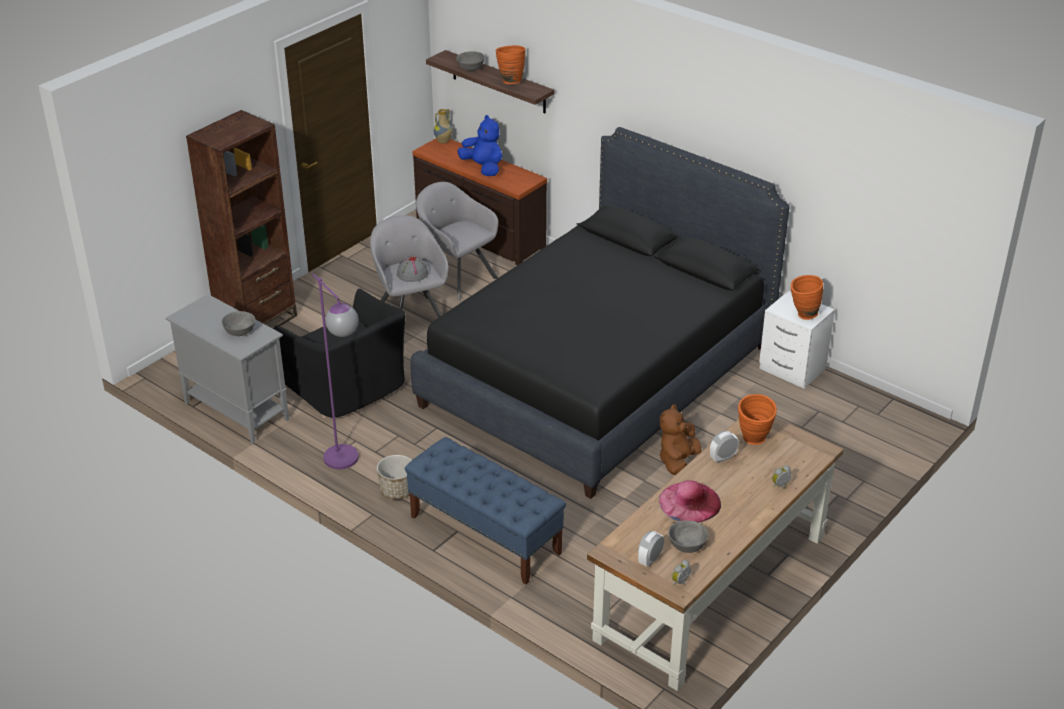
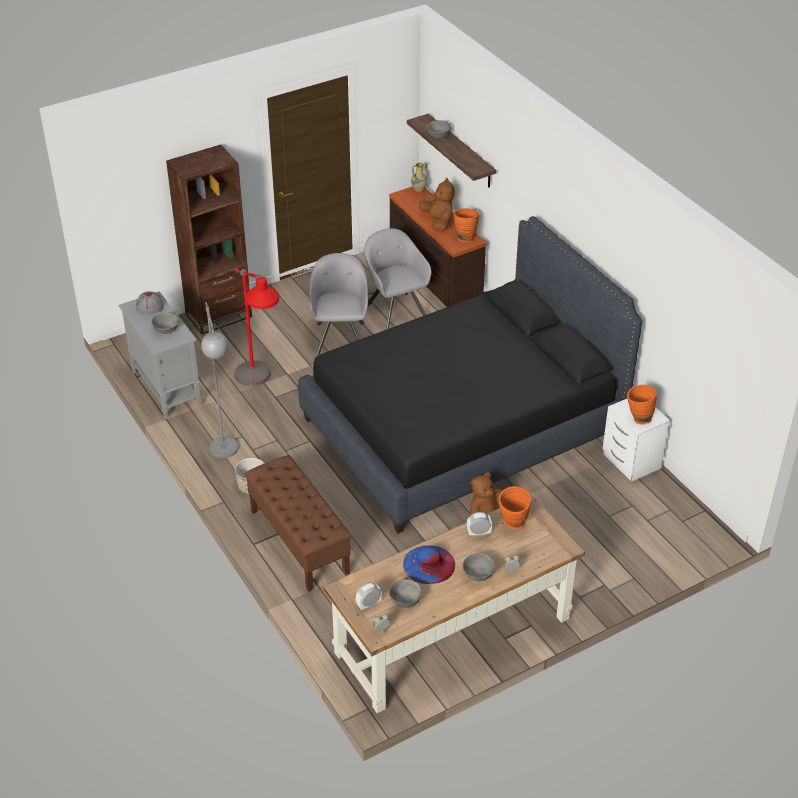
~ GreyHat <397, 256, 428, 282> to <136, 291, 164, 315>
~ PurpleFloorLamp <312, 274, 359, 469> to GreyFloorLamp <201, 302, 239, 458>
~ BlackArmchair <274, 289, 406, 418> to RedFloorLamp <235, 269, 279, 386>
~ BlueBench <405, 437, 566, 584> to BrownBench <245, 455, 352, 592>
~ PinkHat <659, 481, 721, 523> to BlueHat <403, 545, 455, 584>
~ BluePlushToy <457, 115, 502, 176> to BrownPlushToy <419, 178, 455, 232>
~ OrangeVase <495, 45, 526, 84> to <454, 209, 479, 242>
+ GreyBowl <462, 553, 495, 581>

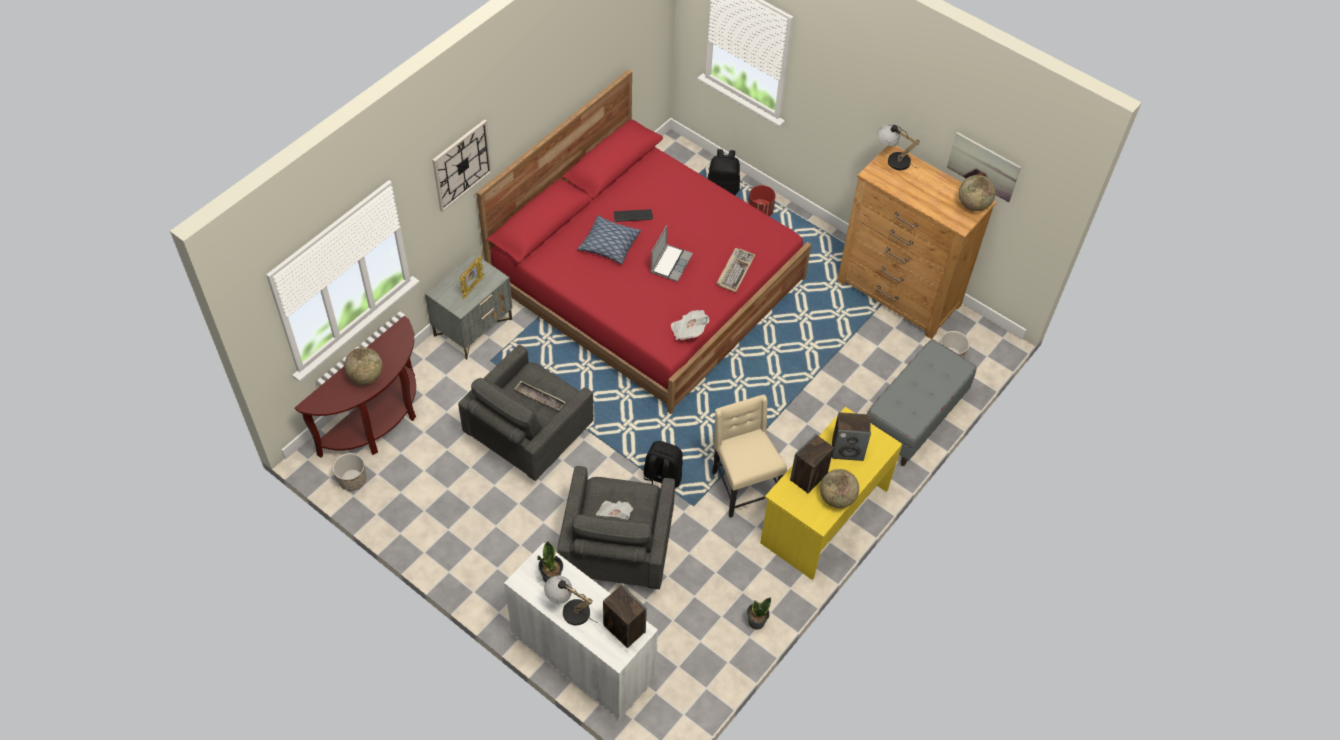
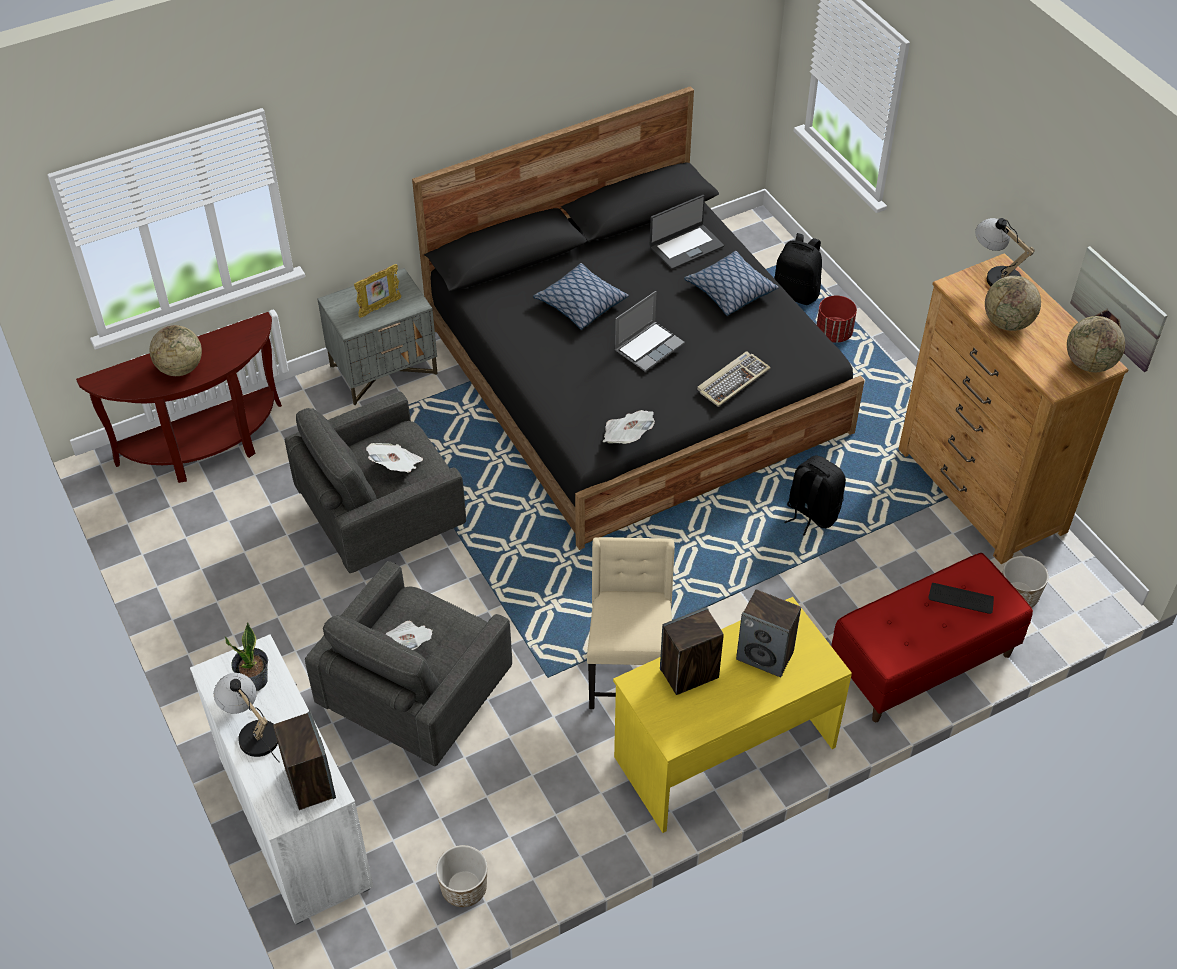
~ Tray <514, 381, 565, 410> to Newspaper <366, 443, 423, 472>
~ RedBed <476, 69, 811, 414> to BlackBed <412, 86, 865, 550>
~ Planter <333, 453, 366, 491> to <436, 845, 487, 907>
+ Laptop <650, 195, 724, 269>
+ Pillow <684, 251, 779, 316>
~ BlackBackpack <643, 441, 683, 489> to <784, 455, 846, 536>
~ GreyBench <867, 339, 977, 466> to RedBench <831, 553, 1033, 722>
~ Keyboard <614, 209, 653, 222> to <928, 583, 994, 614>
~ Globe <820, 469, 859, 508> to <985, 276, 1041, 331>
- WallClock <432, 119, 492, 212>
- PottedPlant <747, 597, 771, 630>

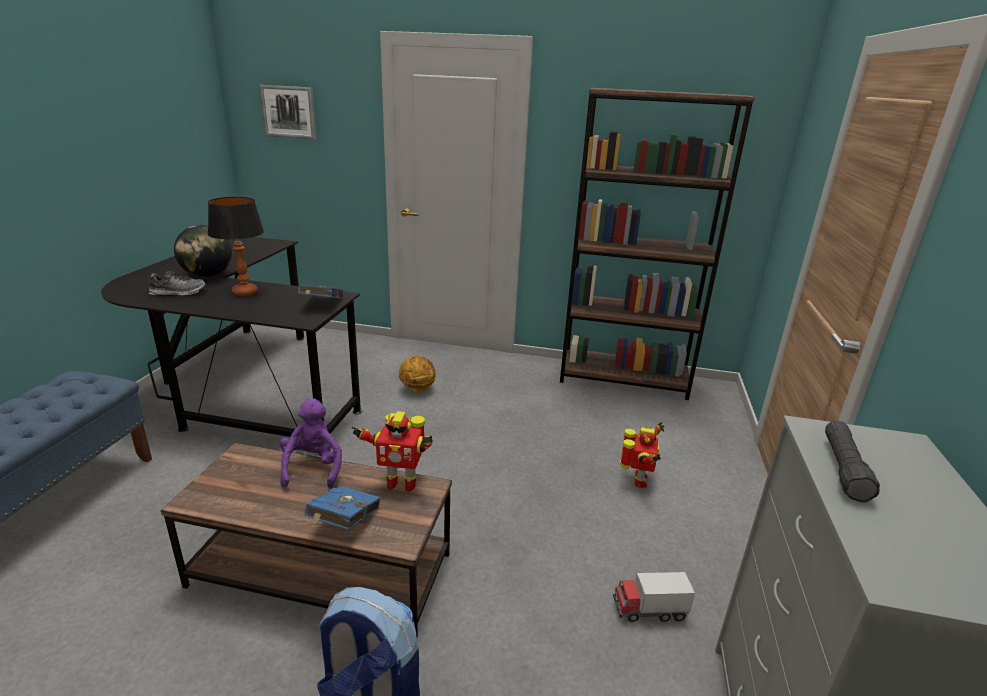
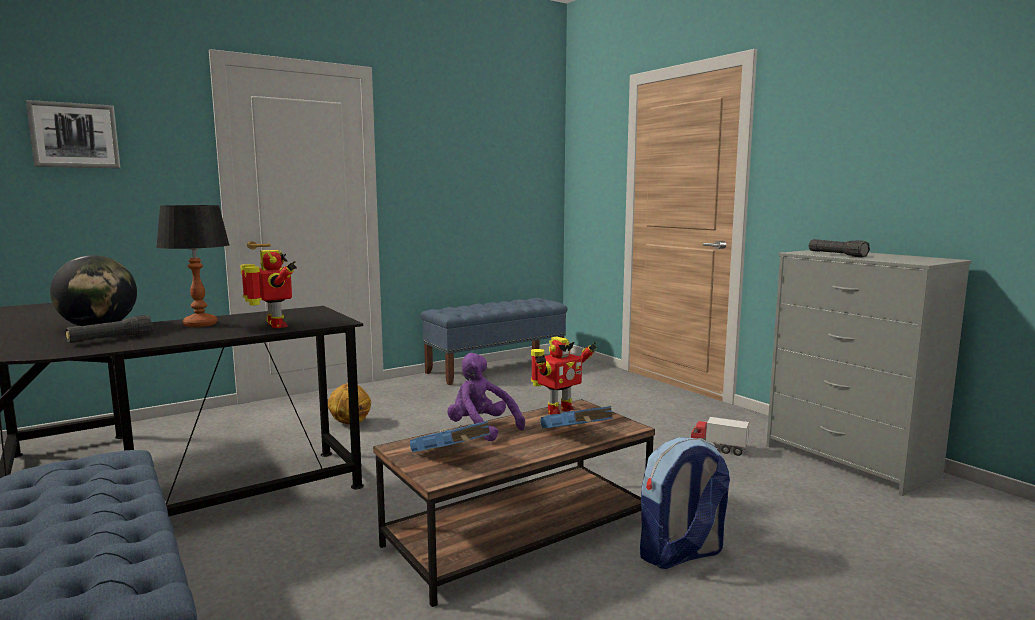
~ Shoe <149, 271, 205, 295> to BlackFlashlight <65, 315, 153, 343>
~ ToyRobot <620, 422, 664, 488> to <240, 250, 297, 328>
~ BlueBook <298, 284, 344, 298> to <410, 421, 490, 452>
~ BrownBookcase <560, 88, 755, 400> to BlueBench <421, 298, 568, 385>
~ ToyTruck <613, 572, 695, 622> = <691, 417, 749, 456> 75 degrees clockwise

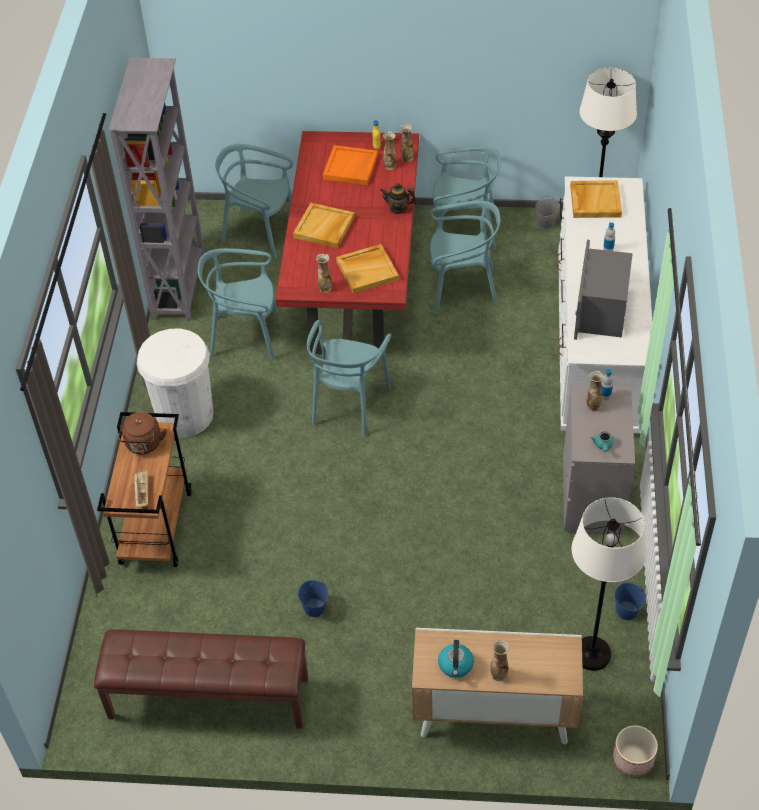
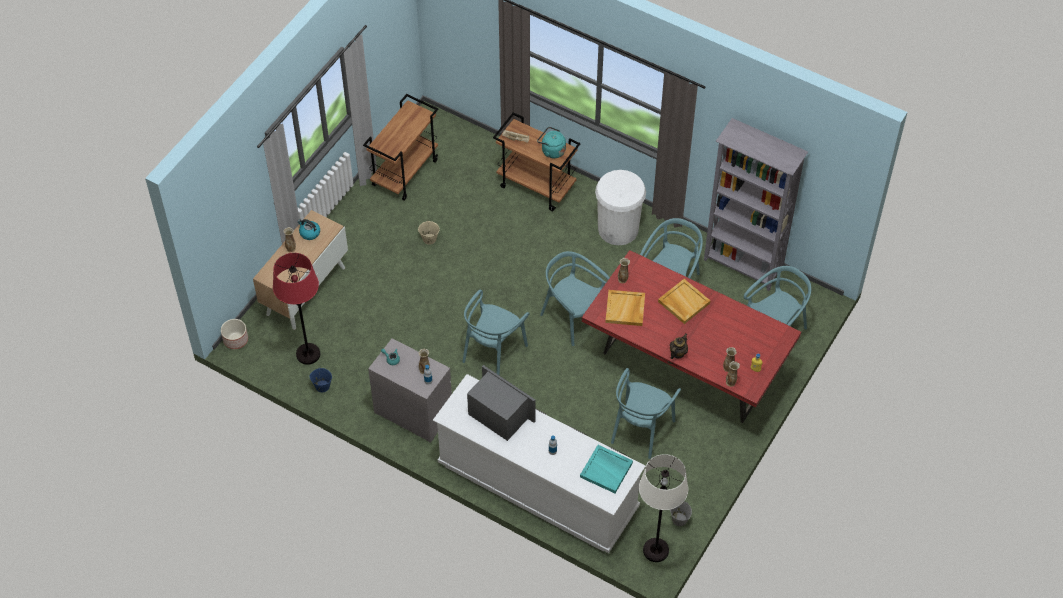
~ WhiteFloorLamp <571, 497, 647, 671> to RedFloorLamp <273, 253, 320, 365>
~ BrownBench <94, 629, 308, 729> to BrownCart <363, 94, 438, 201>
~ BlueBucket <298, 580, 328, 617> to BeigeBucket <418, 220, 440, 245>
~ TurquoiseChair <433, 146, 501, 250> to <462, 290, 530, 375>
~ BrownKettle <118, 412, 167, 454> to TurquoiseKettle <537, 127, 566, 158>
~ BeigeTray <570, 180, 622, 218> to TurquoiseTray <580, 445, 633, 493>
- OrangeTray <323, 145, 378, 185>

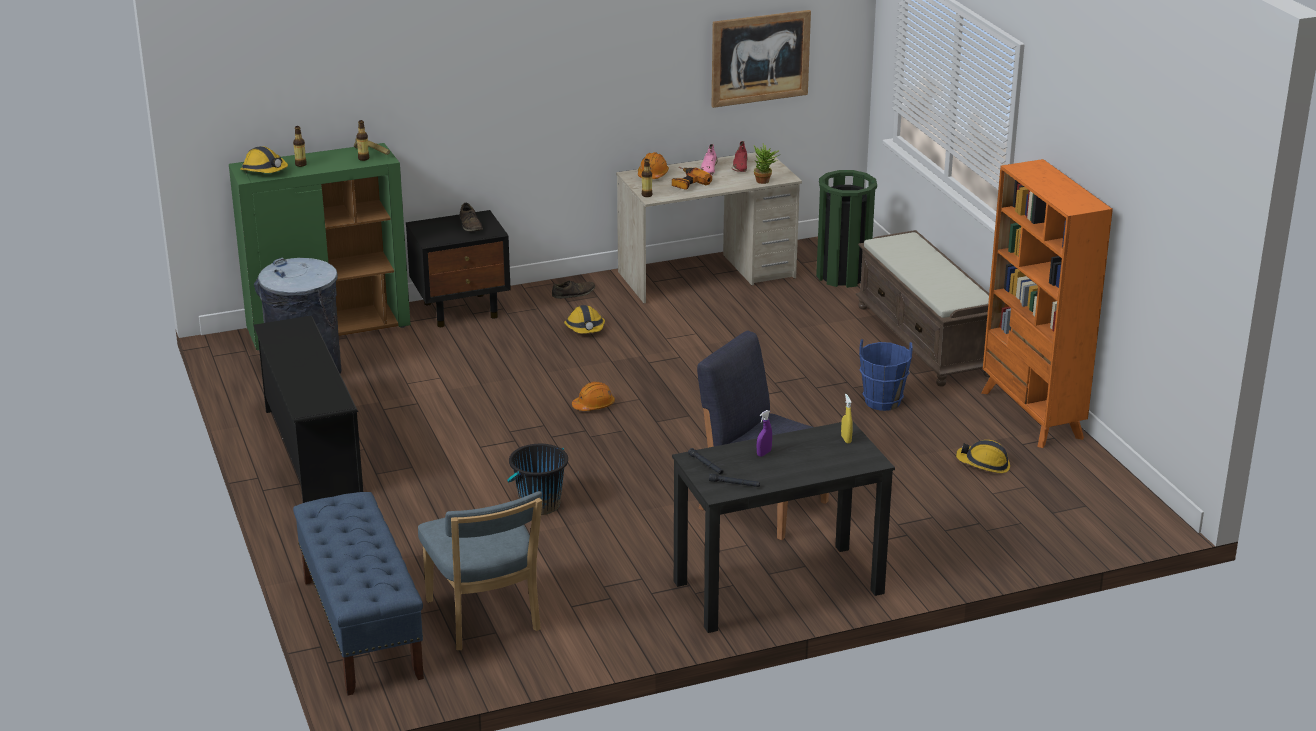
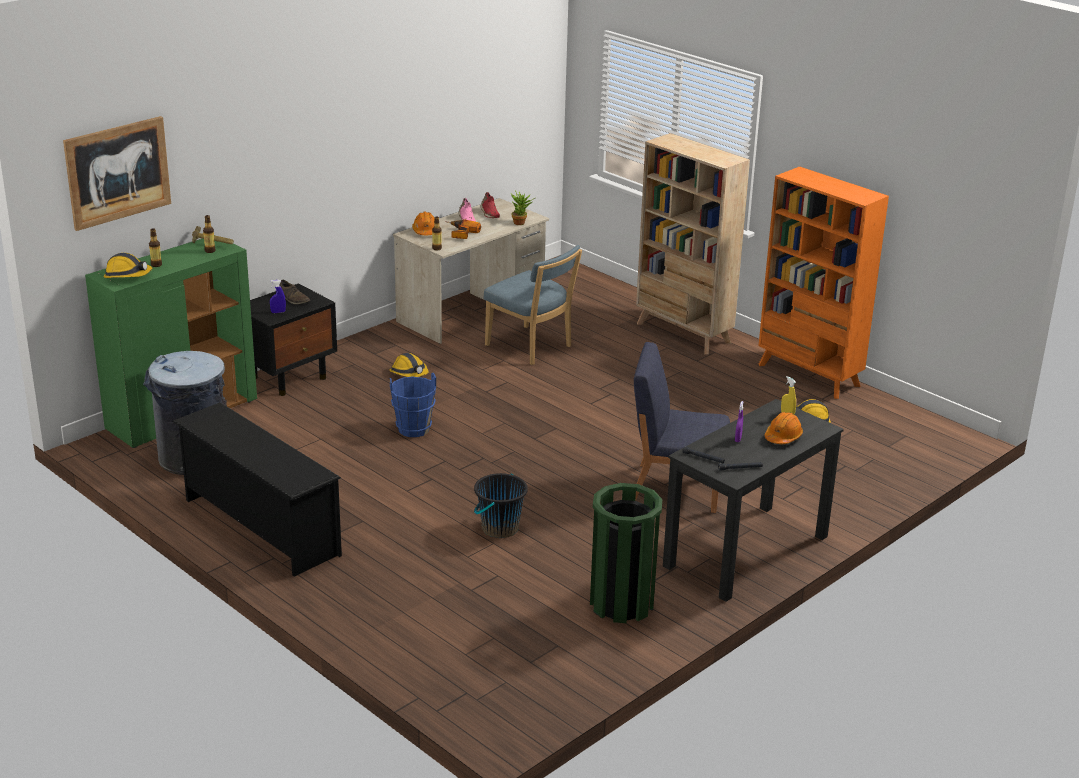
~ Picture <712, 10, 811, 108> to <63, 116, 171, 231>
+ BlueSprayBottle <270, 280, 286, 313>
~ BlueBucket <859, 339, 913, 411> to <390, 373, 436, 437>
~ BlueChair <418, 491, 542, 650> to <483, 245, 582, 365>
~ GreenTrashCan <816, 170, 877, 288> to <590, 483, 662, 623>
~ BrownBench <856, 230, 990, 387> to BeigeBookcase <636, 133, 750, 355>
~ OrangeHardHat <572, 382, 615, 411> to <764, 412, 803, 444>
- BlueBench <293, 492, 424, 696>
- BrownShoe <552, 281, 595, 299>

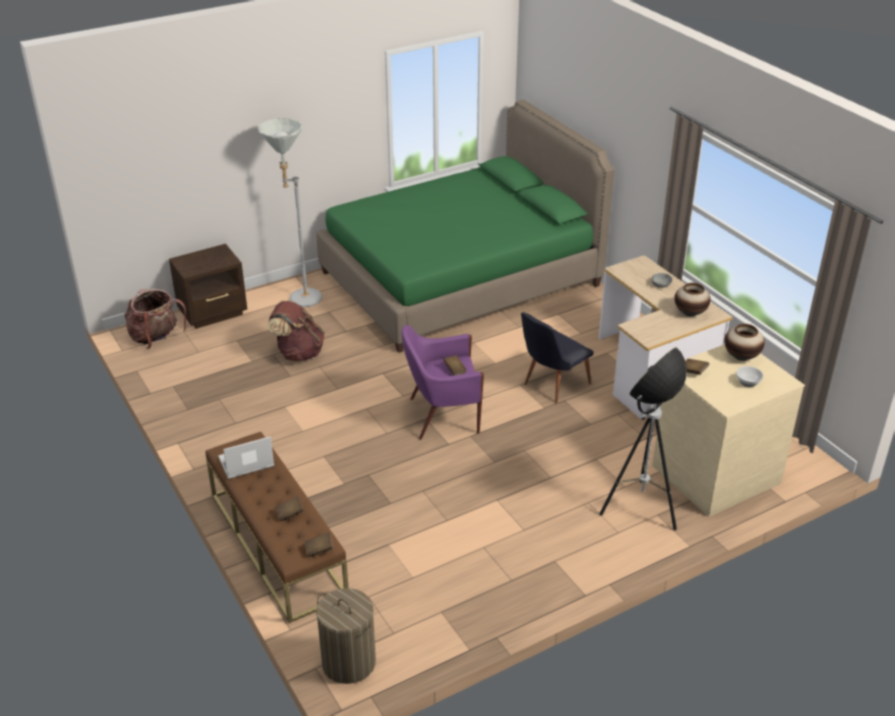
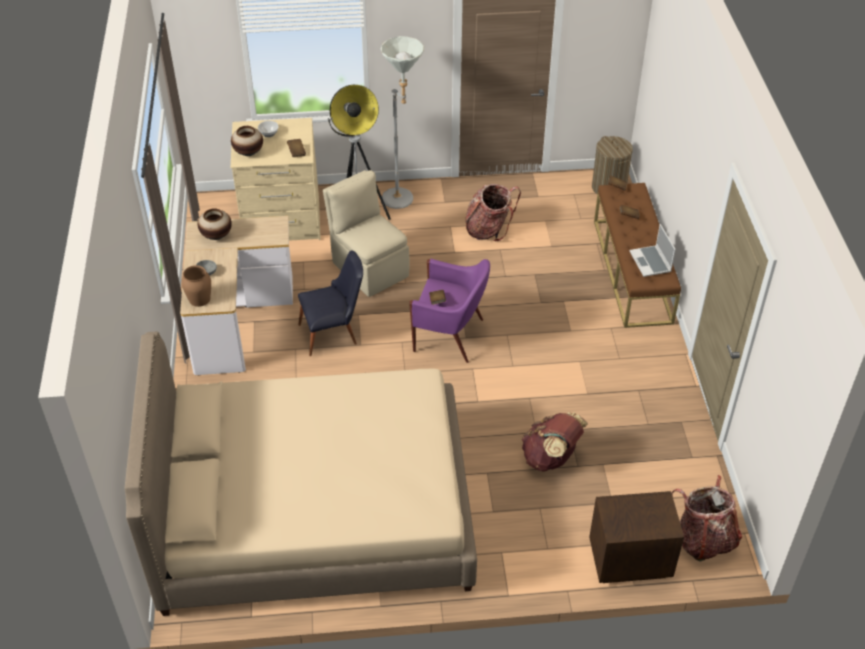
~ GreenBed <316, 100, 614, 353> to BeigeBed <125, 332, 477, 616>
+ BrownVase <181, 265, 211, 307>
+ BeigeChair <323, 170, 410, 297>
~ GreyFloorLamp <258, 118, 322, 307> to <381, 36, 424, 209>
+ Backpack <465, 184, 521, 242>
~ Laptop <218, 436, 274, 479> = <629, 224, 676, 277> 75 degrees clockwise

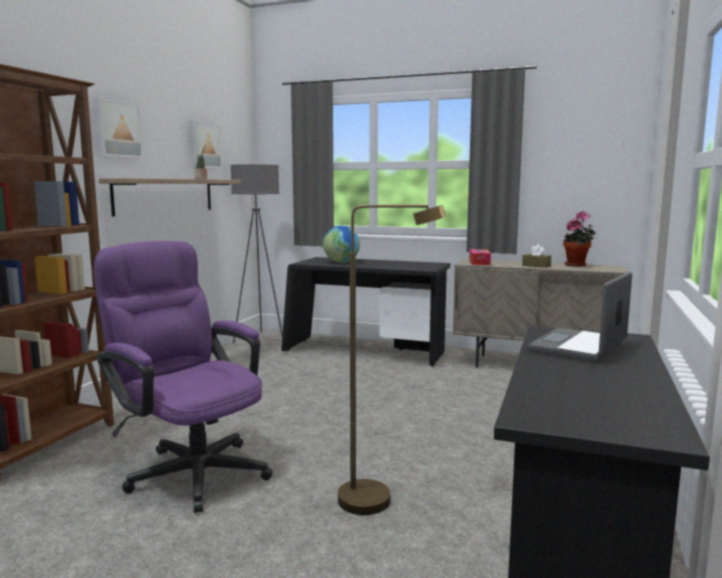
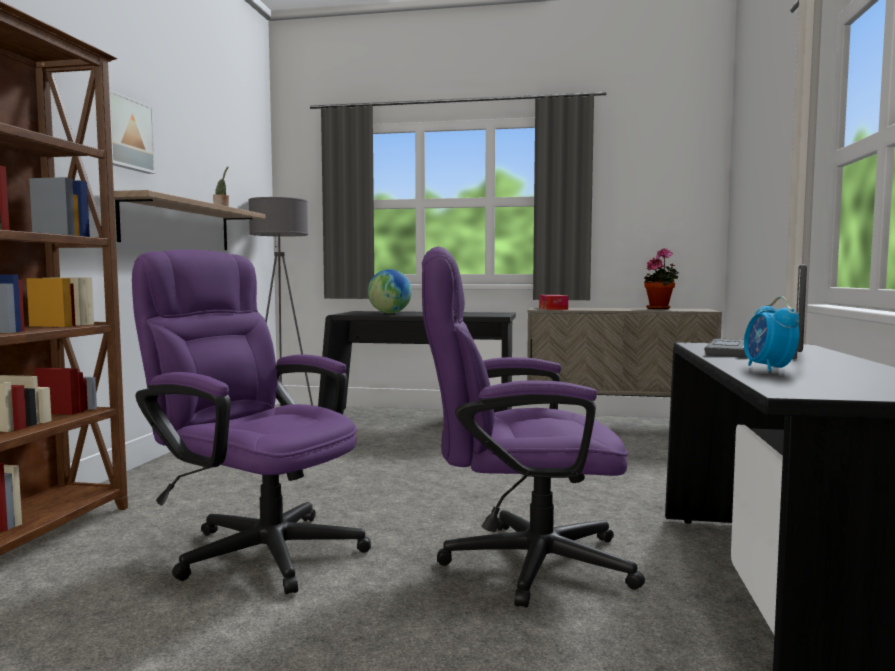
~ BrownFloorLamp <338, 204, 446, 515> to PurpleOfficeChair <422, 246, 645, 608>
+ AlarmClock <744, 296, 799, 372>
- Picture <190, 121, 222, 169>
- BrownTissueBox <522, 245, 551, 268>

